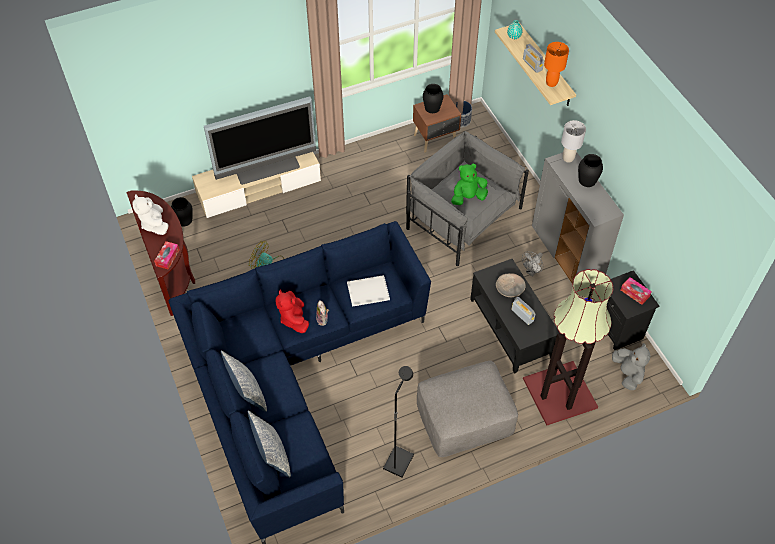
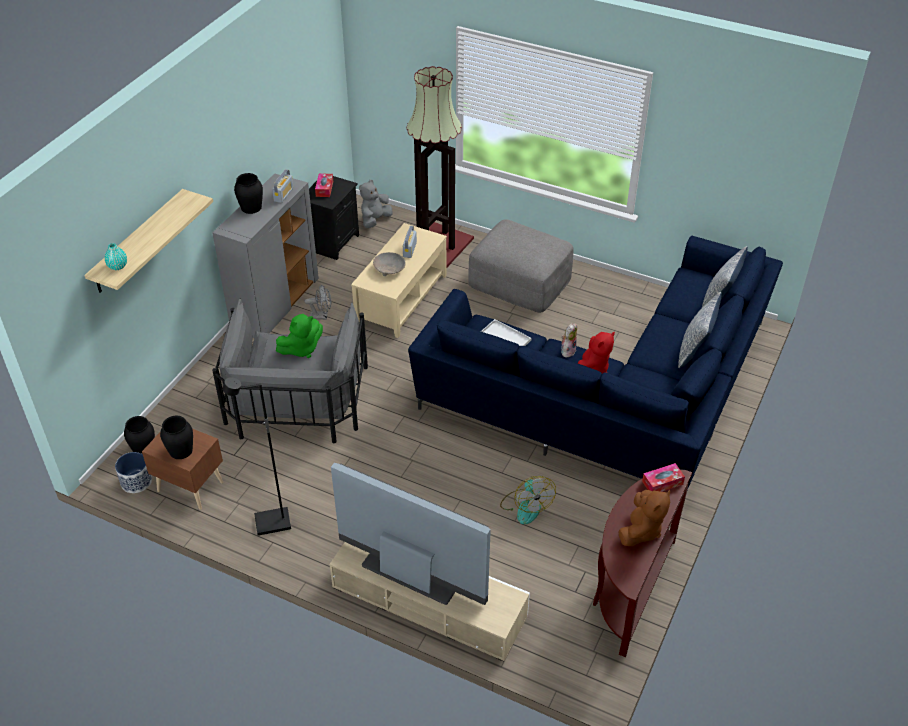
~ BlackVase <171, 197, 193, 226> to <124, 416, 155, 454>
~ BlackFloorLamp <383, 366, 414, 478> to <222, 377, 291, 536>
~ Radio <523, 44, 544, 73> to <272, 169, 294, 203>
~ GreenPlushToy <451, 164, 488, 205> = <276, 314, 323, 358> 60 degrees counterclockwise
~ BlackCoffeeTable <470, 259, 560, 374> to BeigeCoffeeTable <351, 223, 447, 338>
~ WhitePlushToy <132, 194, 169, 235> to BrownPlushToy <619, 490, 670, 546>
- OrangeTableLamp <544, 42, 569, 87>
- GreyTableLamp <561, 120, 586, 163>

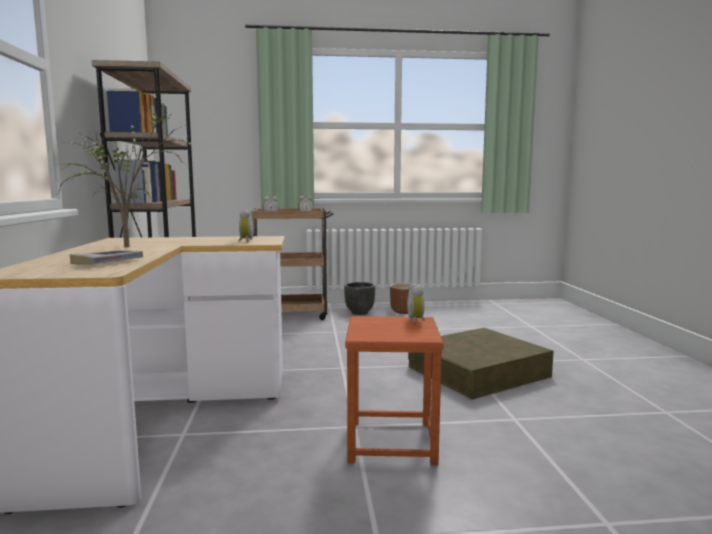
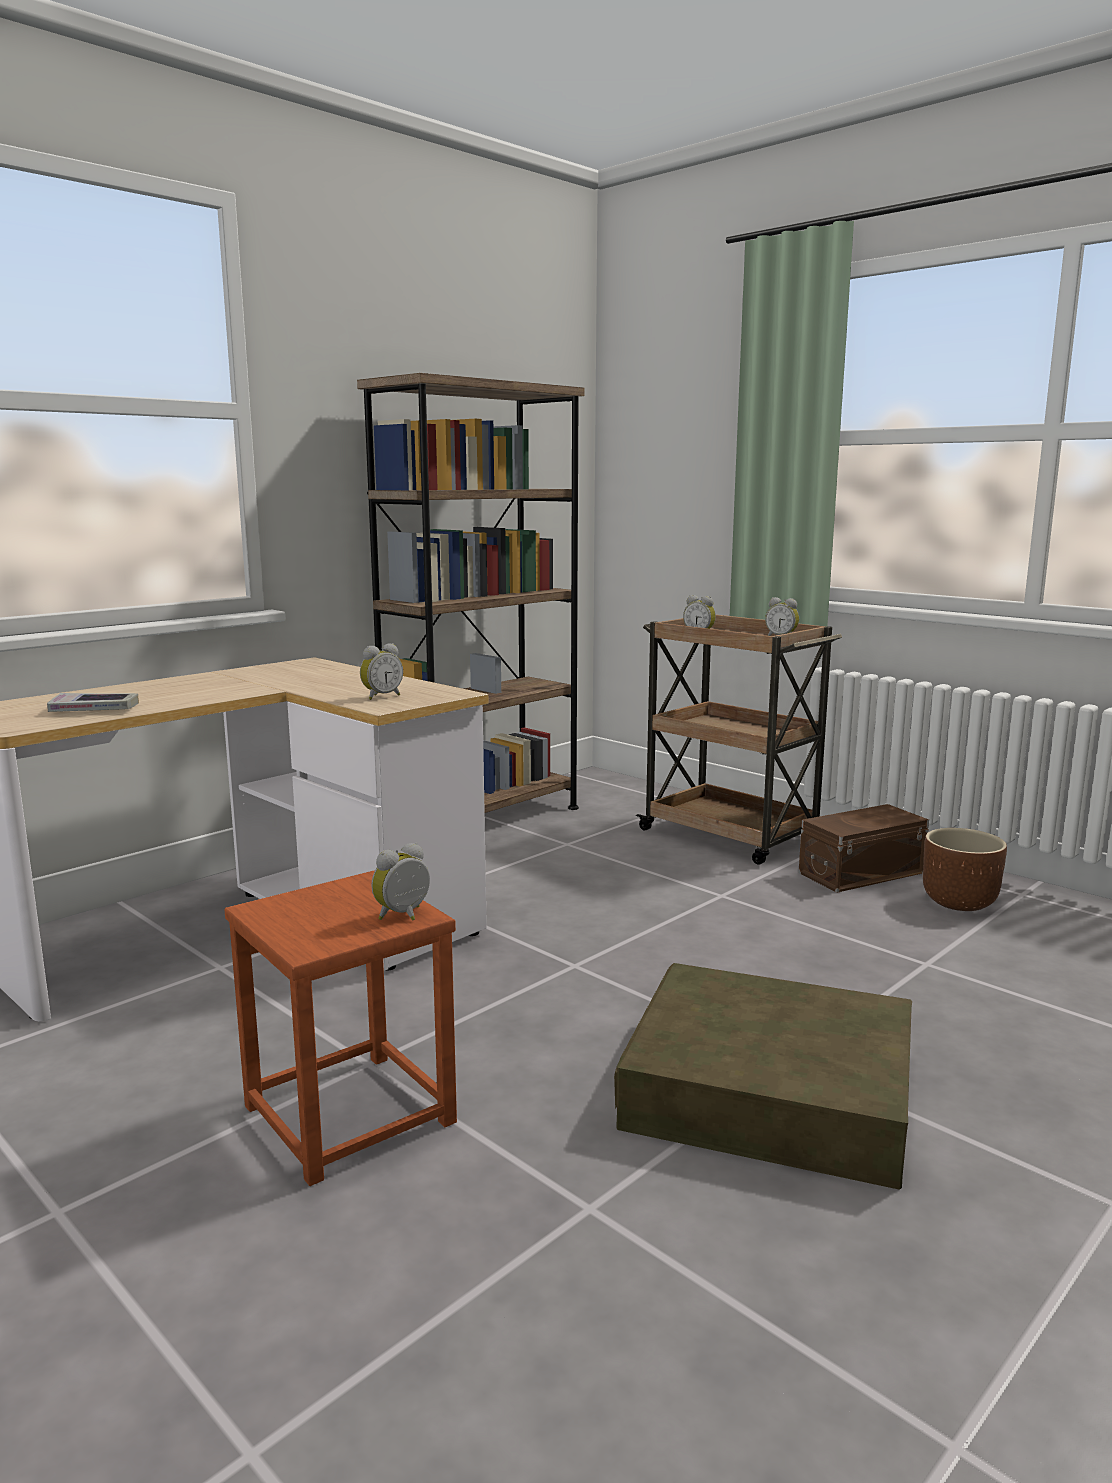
~ BlackPlanter <344, 282, 375, 315> to BrownStorageBox <799, 804, 929, 893>
- PottedPlant <58, 106, 195, 247>

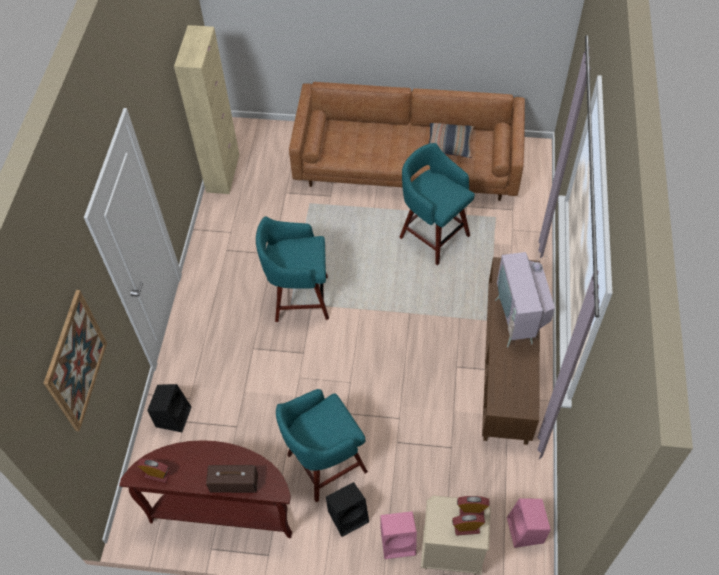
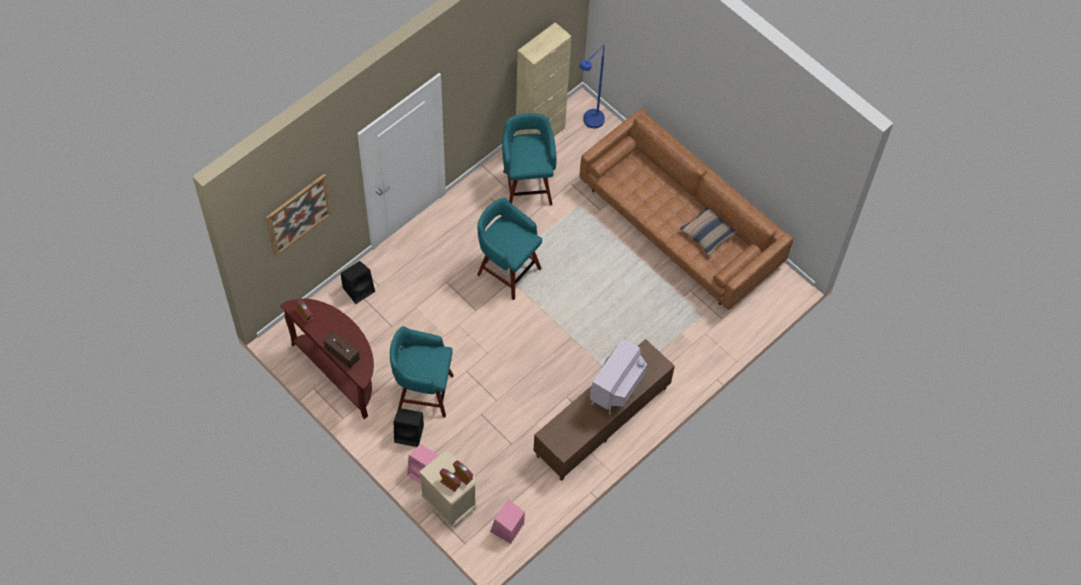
~ TurquoiseStool <399, 143, 475, 265> to <502, 113, 557, 205>
+ BlueFloorLamp <579, 45, 605, 128>

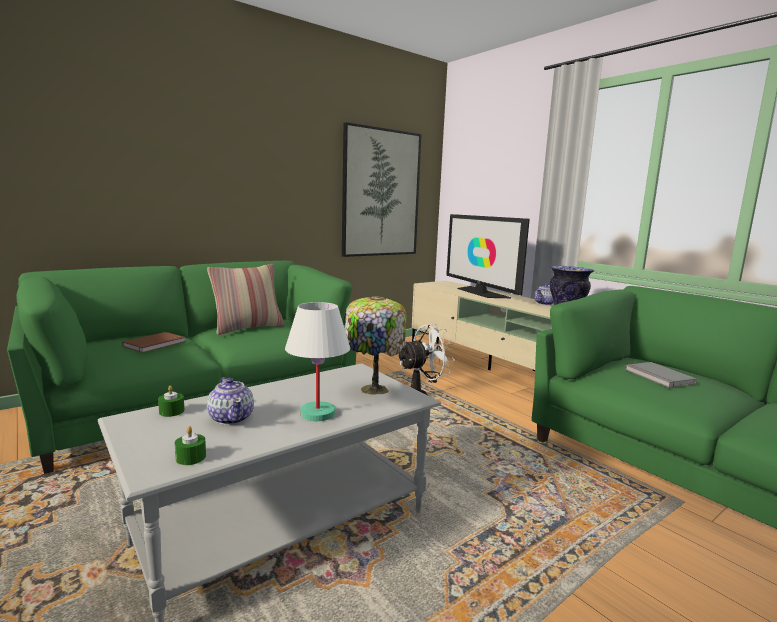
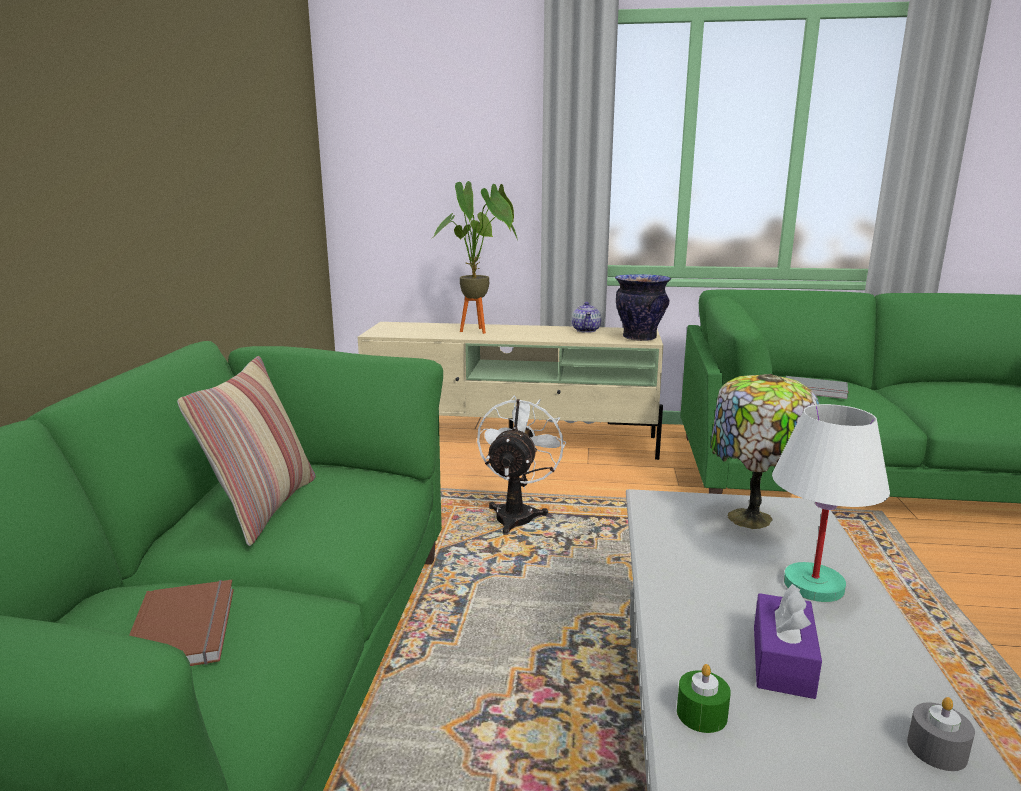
~ Television <446, 214, 530, 298> to PottedPlant <431, 181, 518, 334>
~ Teapot <207, 377, 254, 425> to PurpleTissueBox <754, 584, 822, 699>
~ GreenCandle <175, 426, 206, 465> to GreyCandle <907, 697, 975, 771>
- Picture <342, 122, 422, 257>

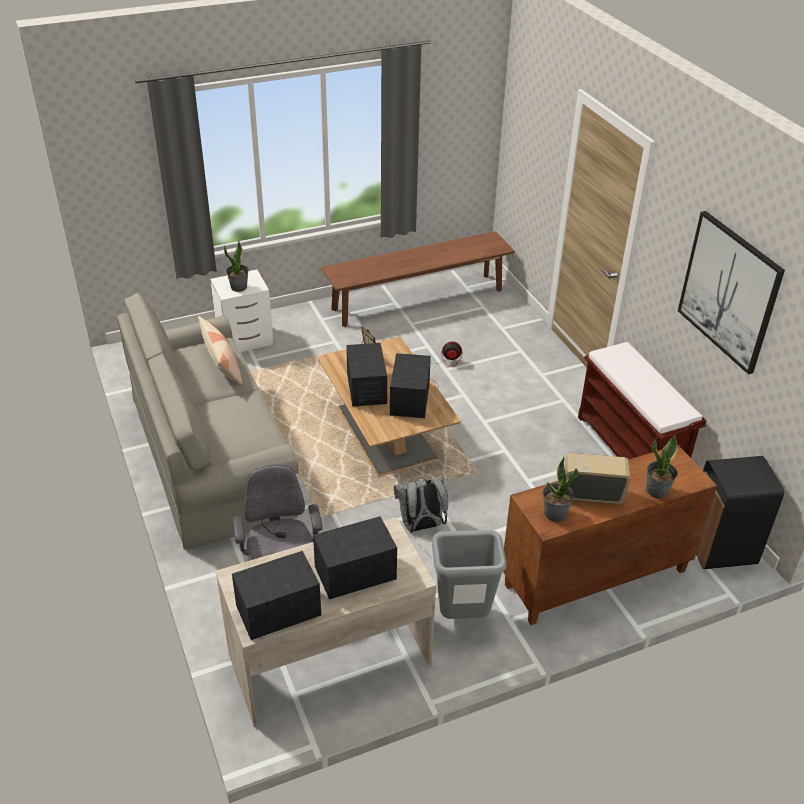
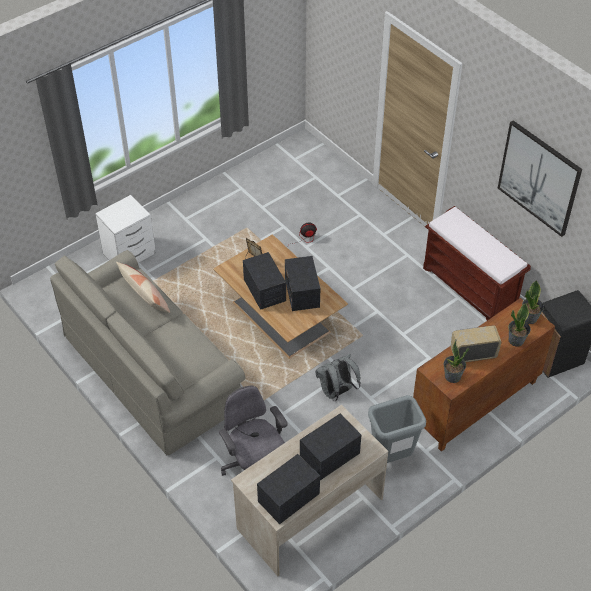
~ PottedPlant <224, 241, 249, 292> to <522, 280, 544, 324>
- BrownBench <321, 231, 515, 327>

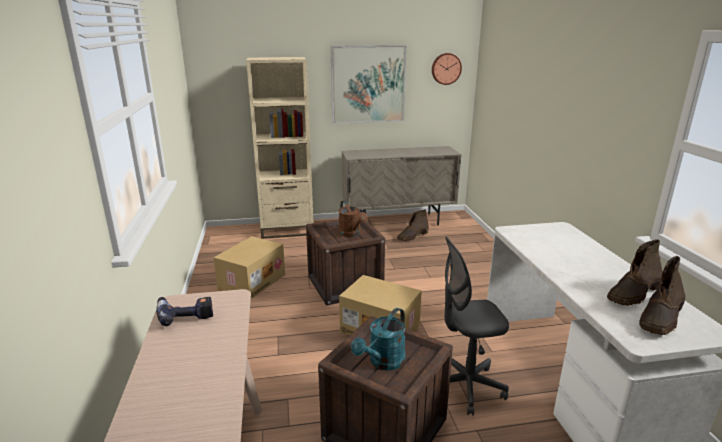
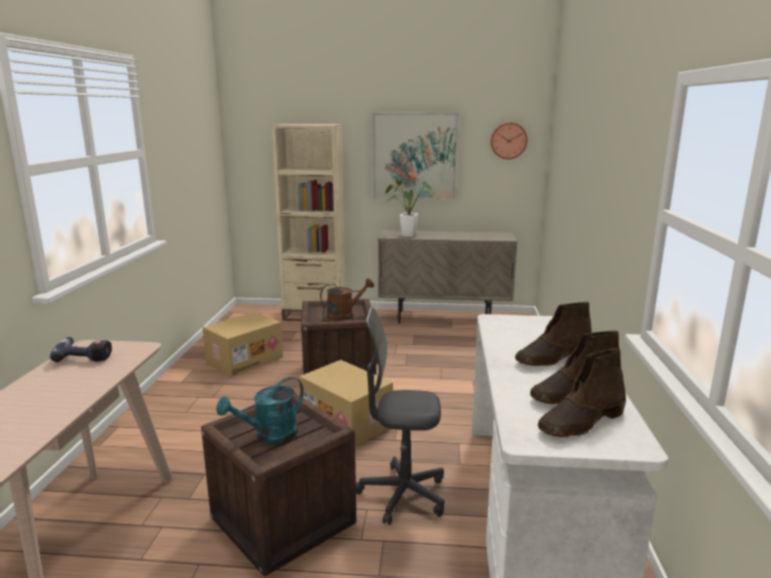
~ BrownWateringCan <339, 200, 368, 237> = <320, 278, 374, 321> 105 degrees counterclockwise
+ PottedPlant <385, 179, 432, 237>
~ BrownBoot <397, 209, 429, 241> to <515, 302, 592, 366>

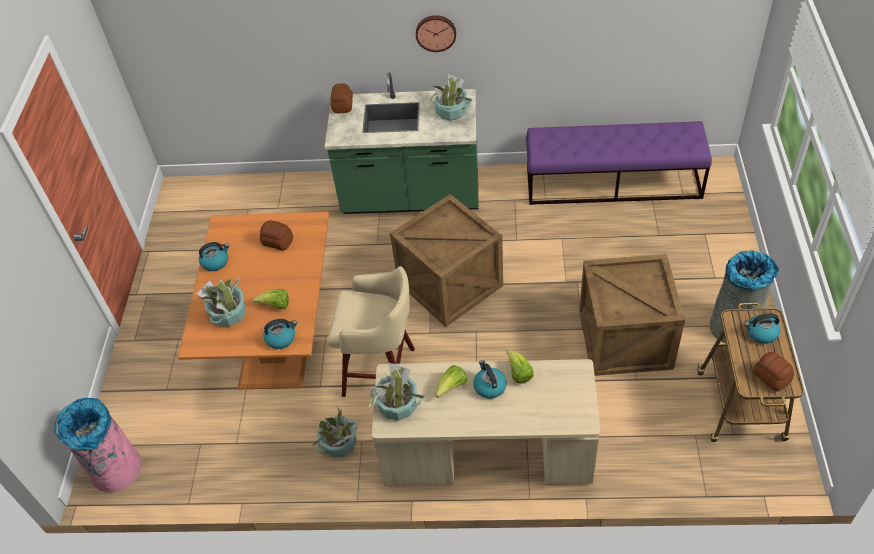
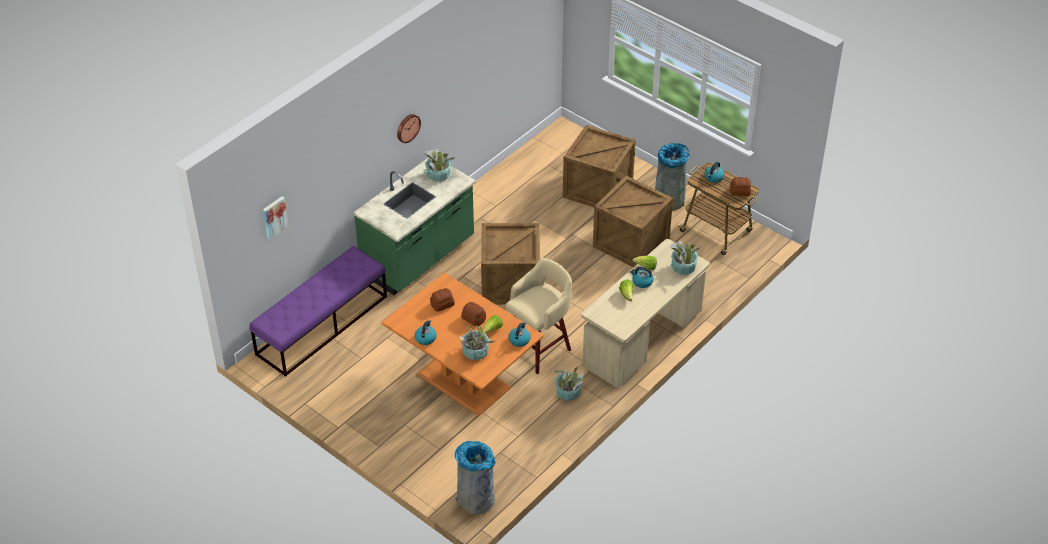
~ PurpleBench <526, 121, 712, 205> to <249, 246, 387, 377>
+ Picture <263, 196, 289, 240>
~ PinkTrashCan <54, 398, 142, 492> to GreyTrashCan <455, 441, 495, 514>
~ Bread <330, 83, 353, 113> to <461, 302, 486, 326>
+ Crate <563, 125, 636, 207>
~ PottedPlant <368, 363, 424, 421> to <671, 241, 700, 275>

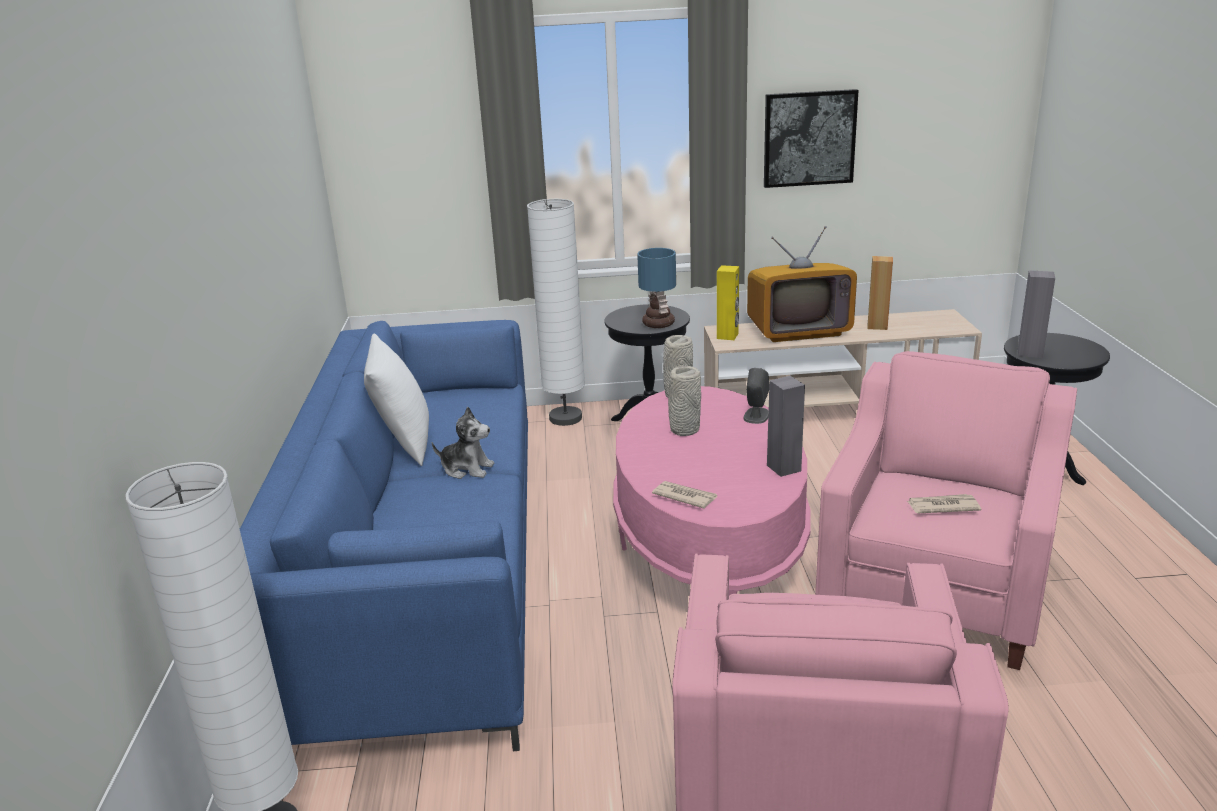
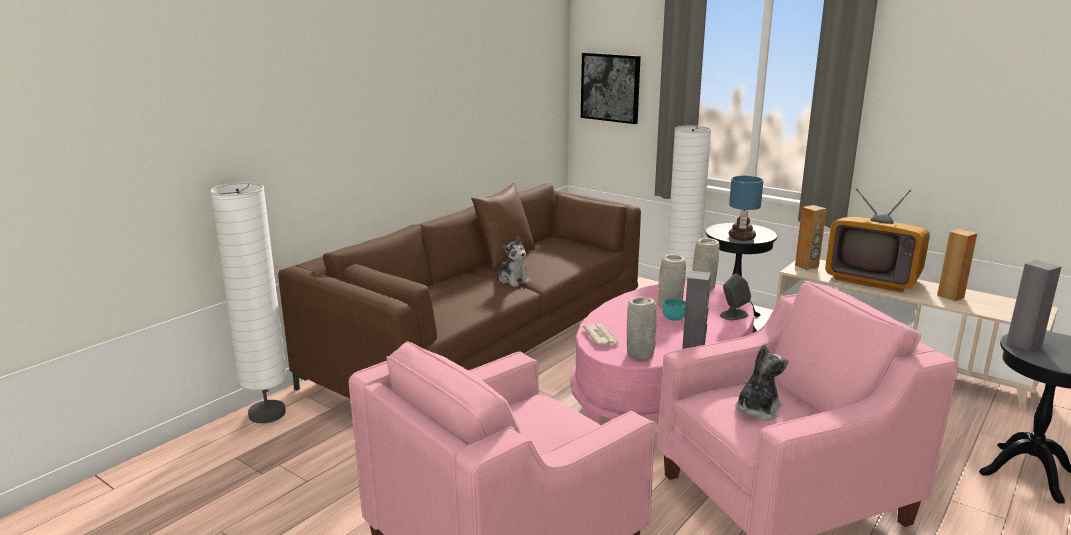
~ BlueSofa <240, 320, 528, 751> to BrownSofa <278, 183, 641, 399>
~ WhitePillow <364, 334, 429, 466> to BrownPillow <471, 183, 535, 270>
~ Picture <764, 89, 858, 188> to <581, 53, 641, 124>
+ GreyVase <627, 296, 657, 360>
+ TurquoiseBowl <662, 298, 686, 321>
~ Newspaper <907, 494, 981, 513> to PlushToy <735, 344, 788, 420>
~ YellowSpeaker <717, 265, 739, 340> to BrownSpeaker <795, 205, 827, 270>

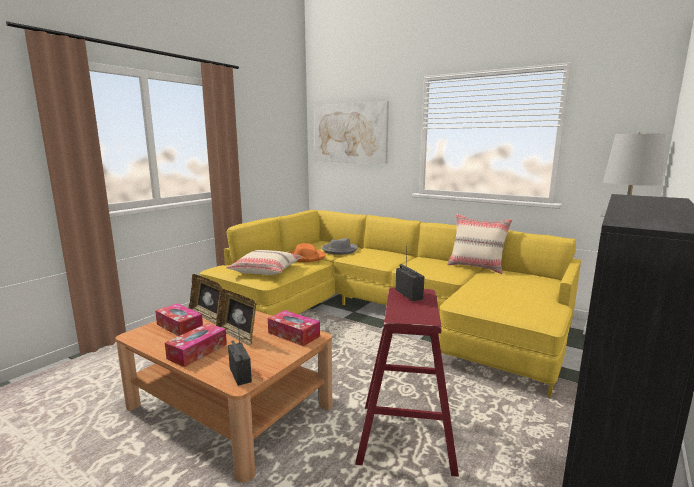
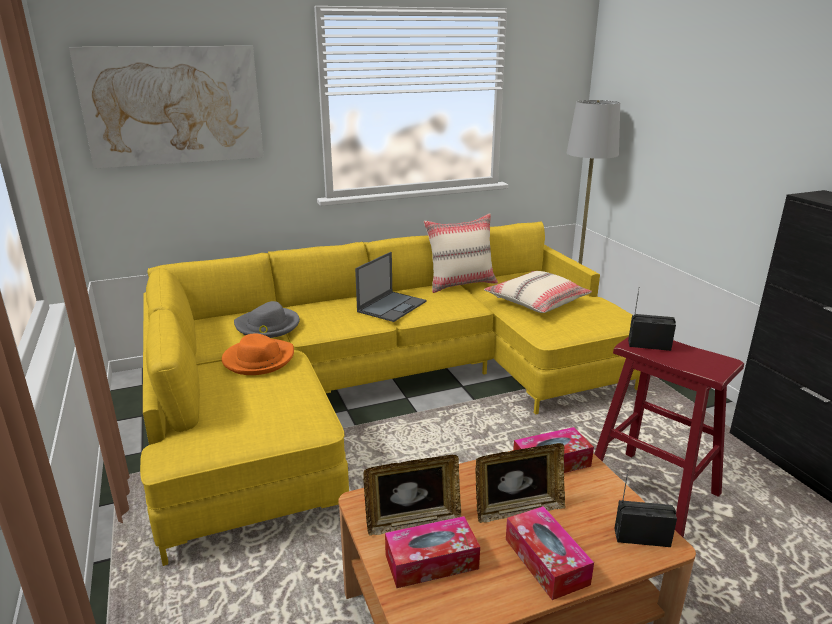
+ Laptop <355, 252, 427, 322>
~ BeigePillow <226, 250, 302, 275> to <484, 271, 592, 313>

